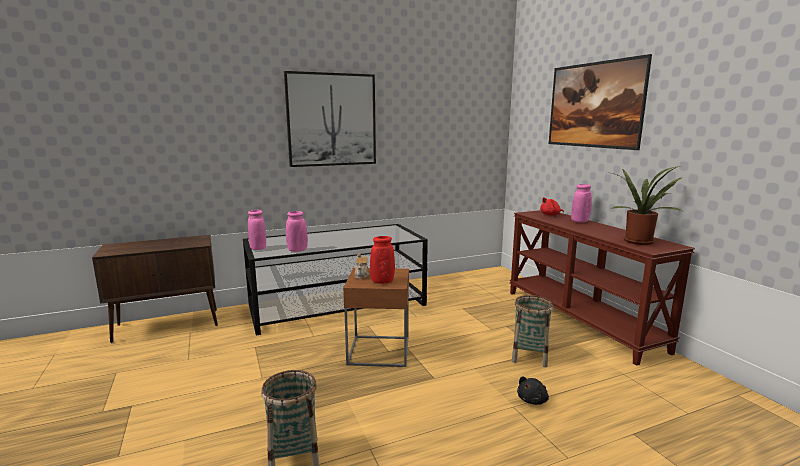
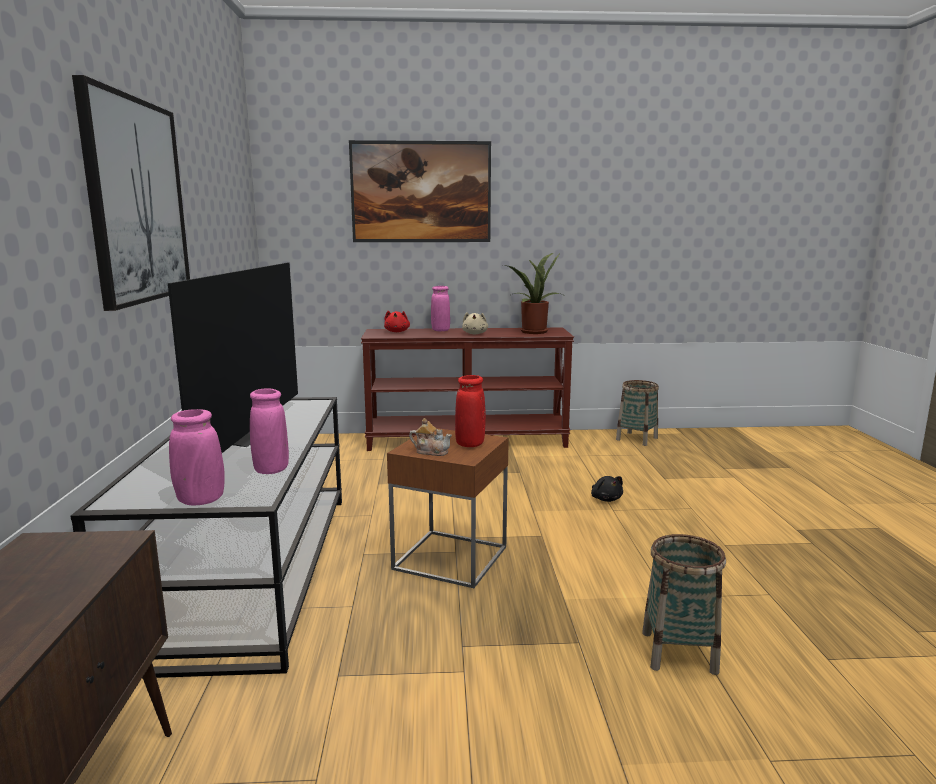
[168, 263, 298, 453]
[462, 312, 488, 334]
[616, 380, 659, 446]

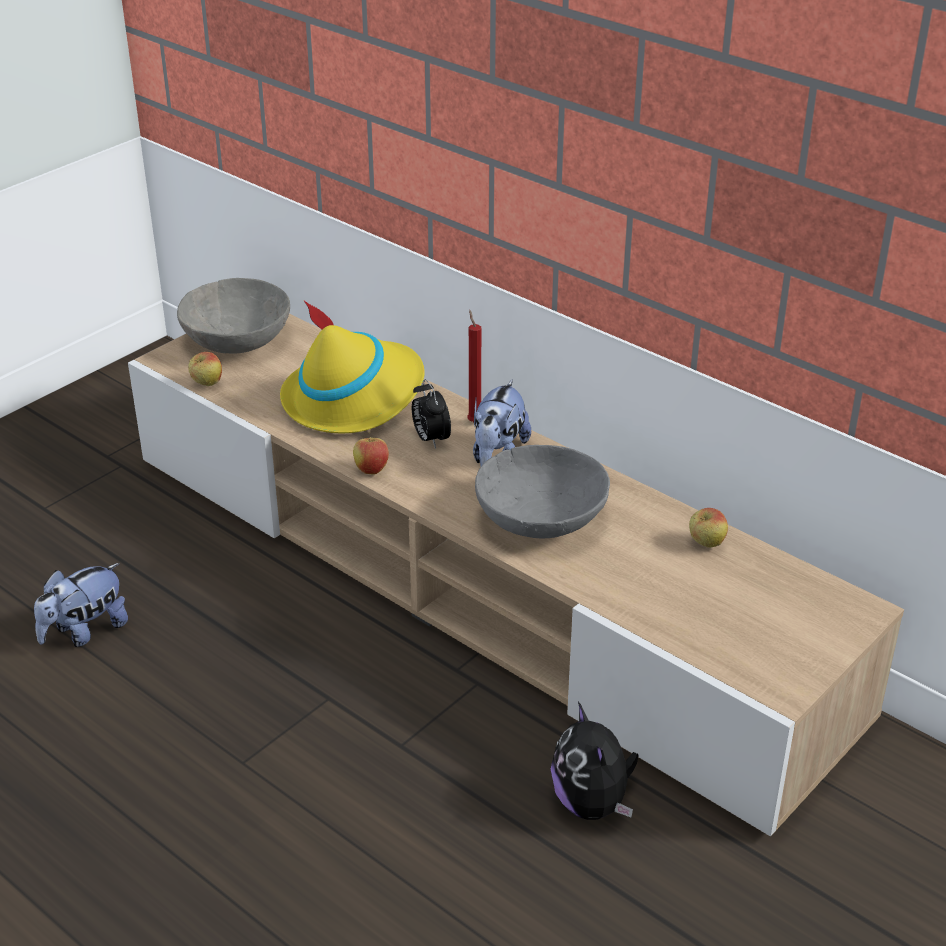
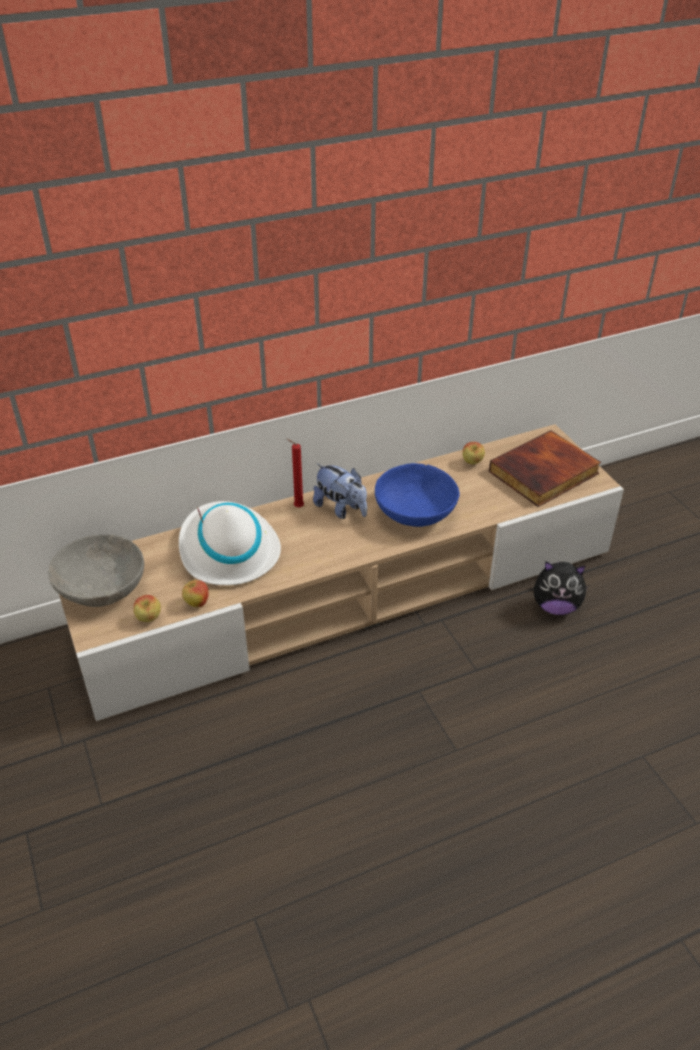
[34, 563, 128, 647] (first image)
[412, 379, 451, 449] (first image)
[489, 430, 601, 507]
[182, 580, 209, 608]
[179, 501, 281, 585]
[375, 463, 460, 527]

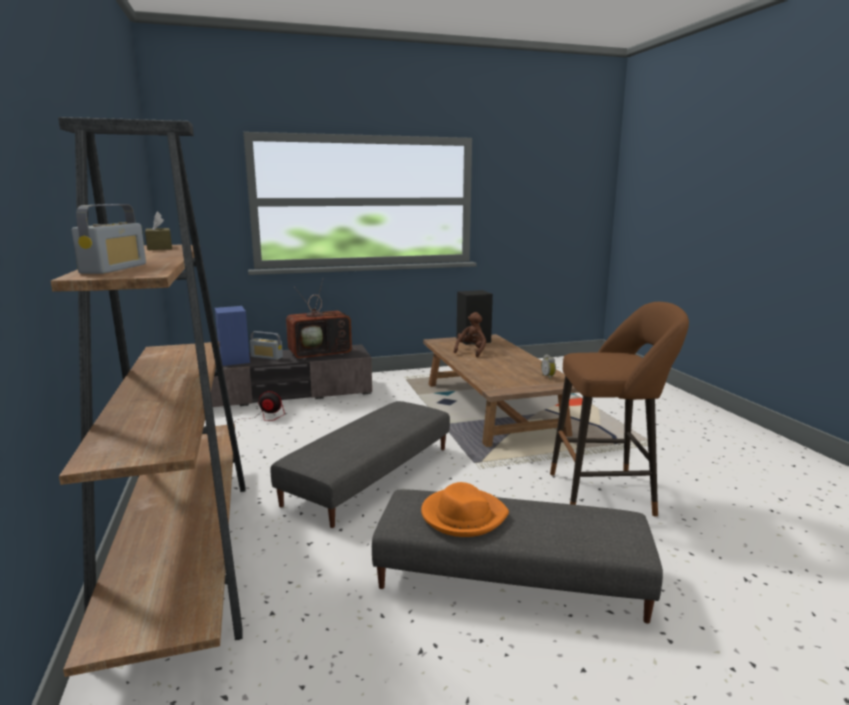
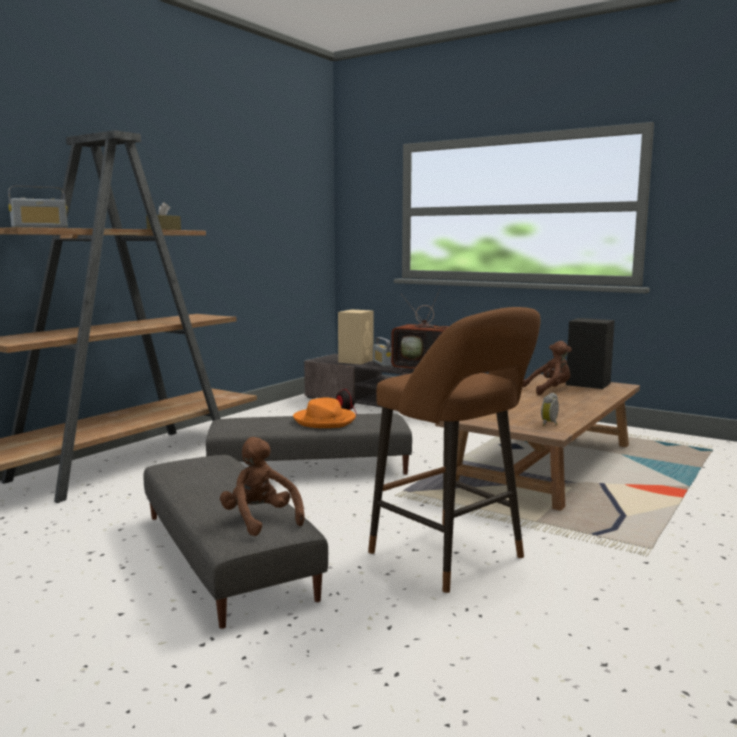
[220, 437, 305, 536]
[293, 397, 356, 428]
[338, 309, 373, 364]

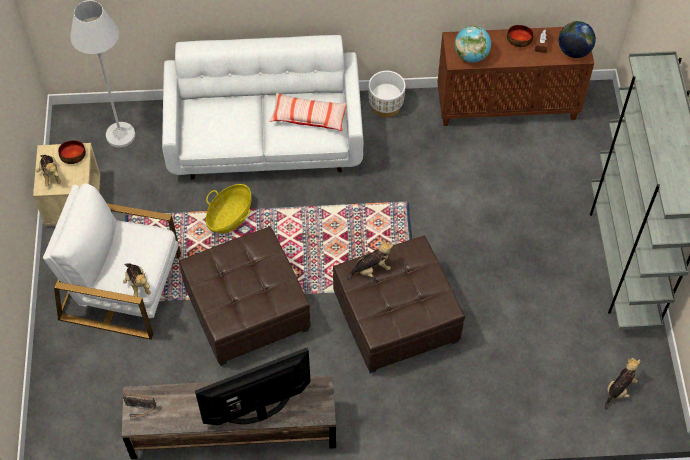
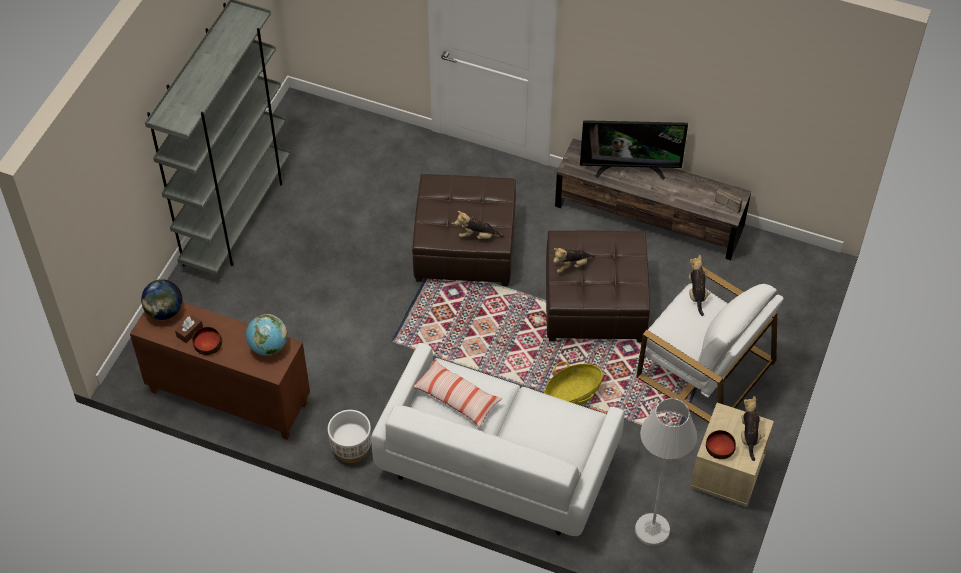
[553, 248, 595, 273]

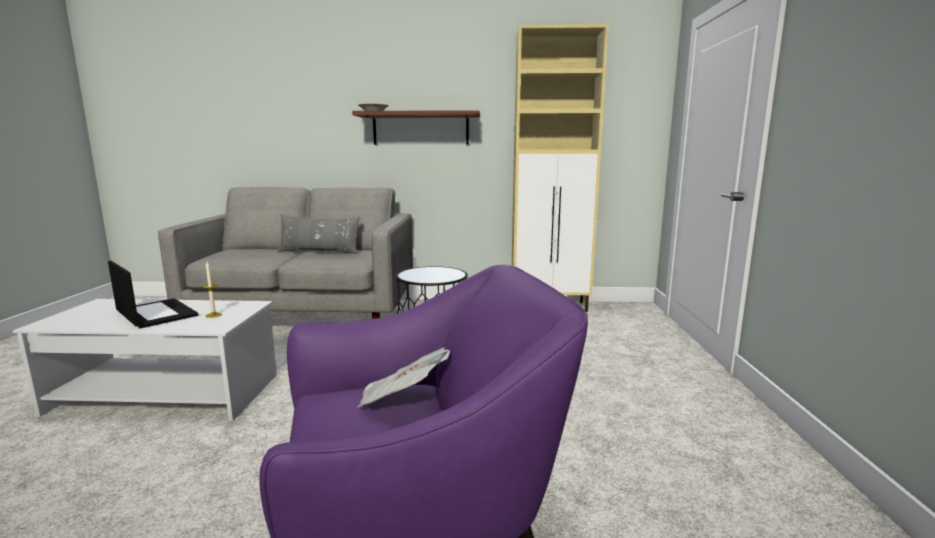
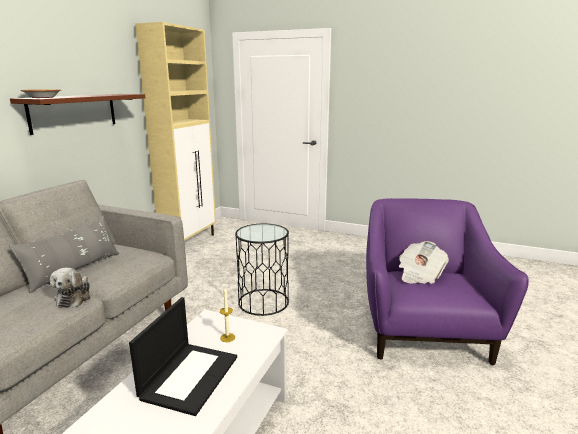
[50, 268, 91, 308]
[129, 297, 237, 416]

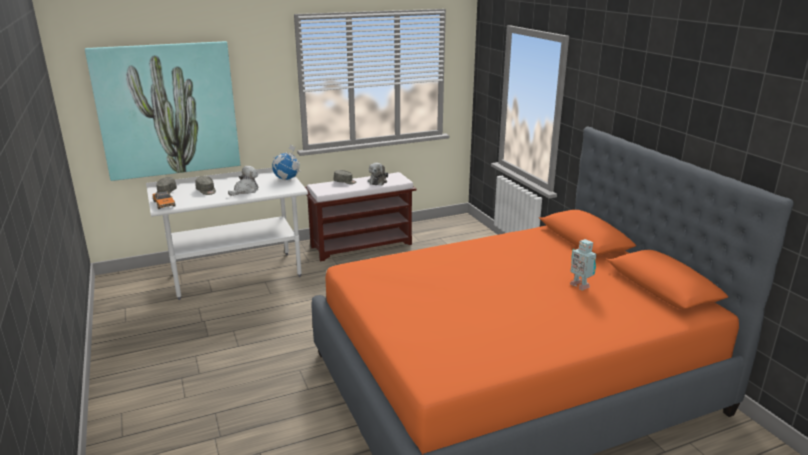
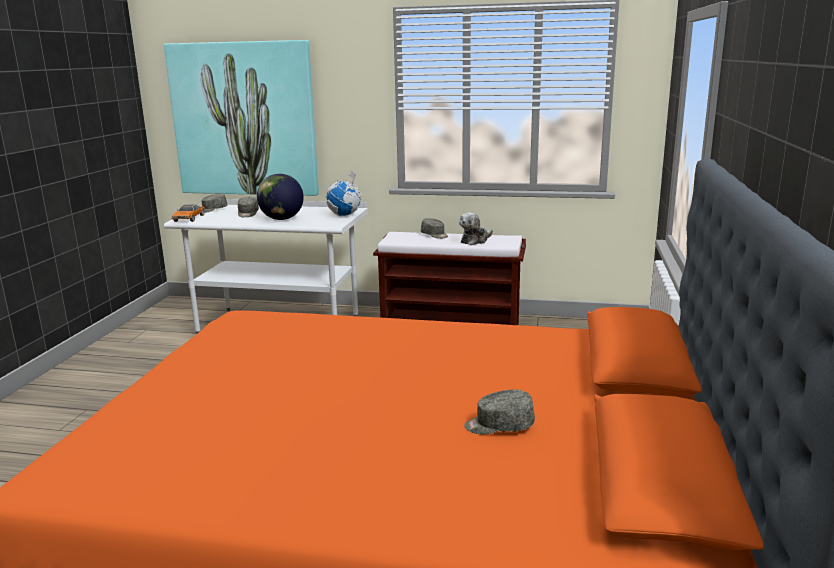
[257, 174, 304, 220]
[464, 390, 535, 434]

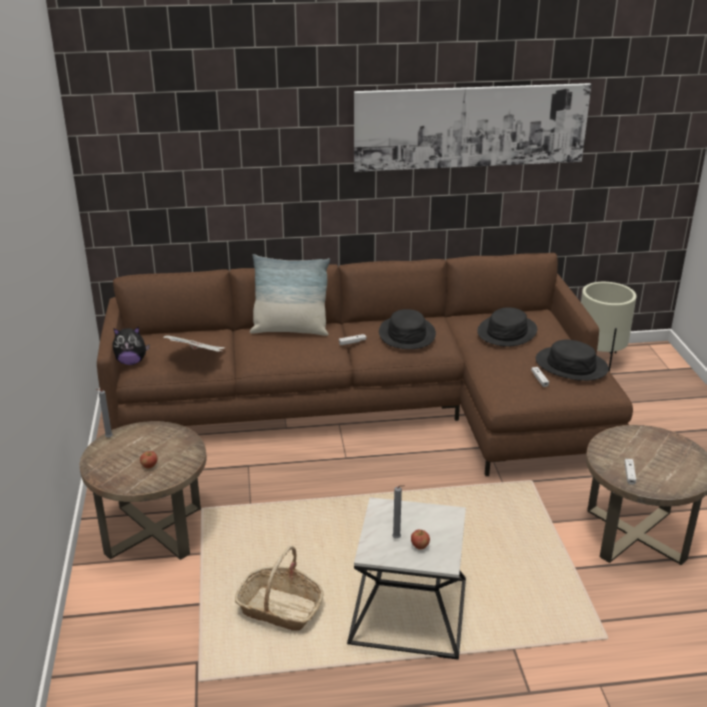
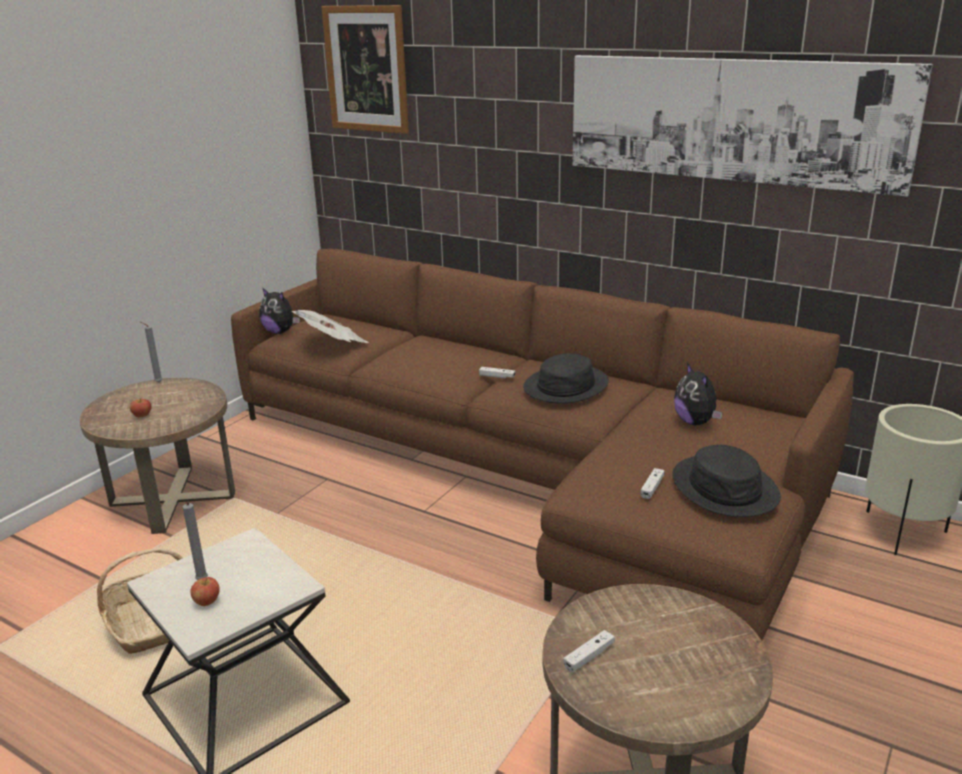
[250, 254, 330, 336] (first image)
[321, 5, 409, 134]
[674, 363, 723, 425]

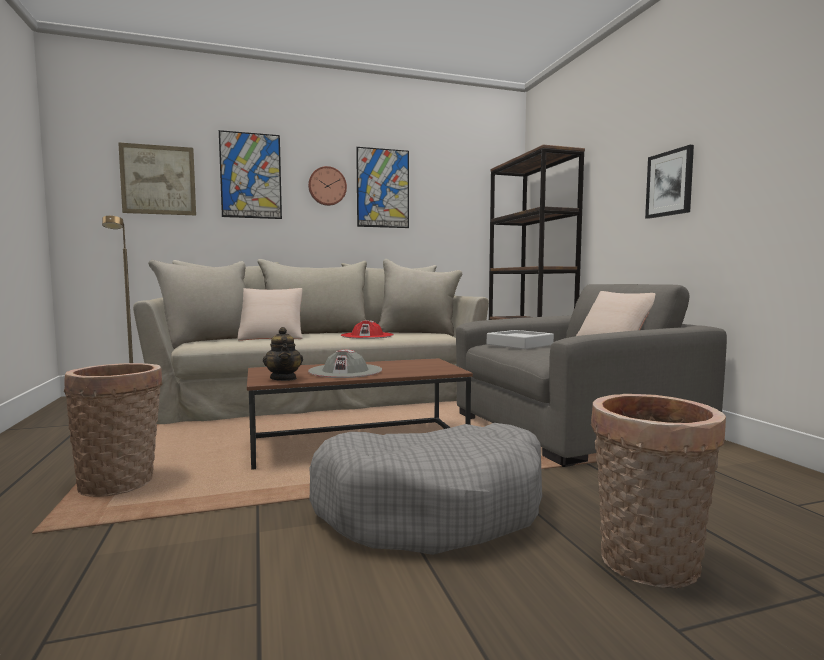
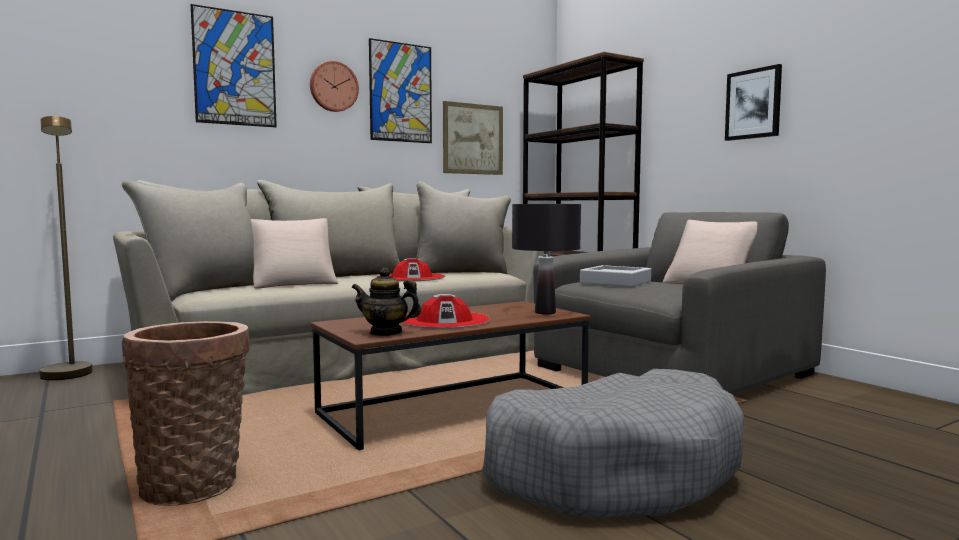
[591, 394, 726, 588] (first image)
[512, 204, 581, 314]
[443, 101, 503, 175]
[401, 294, 490, 329]
[351, 268, 421, 336]

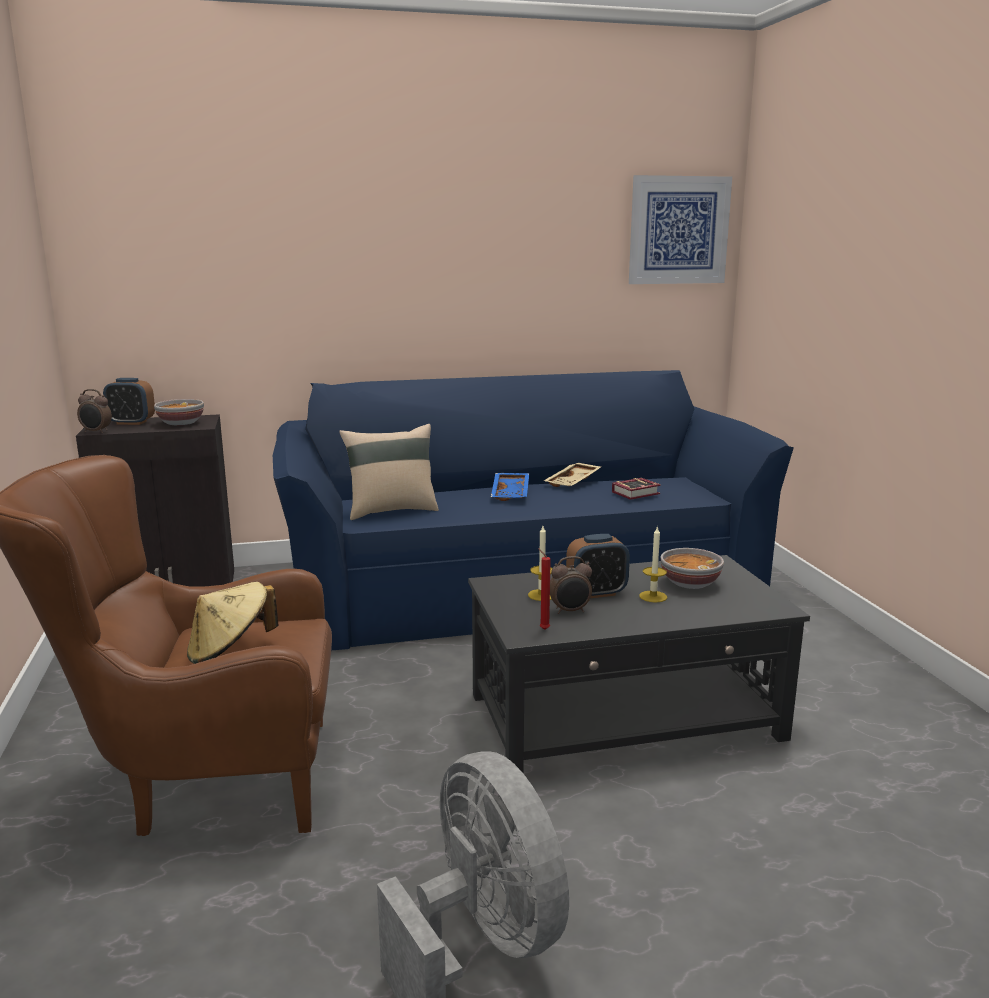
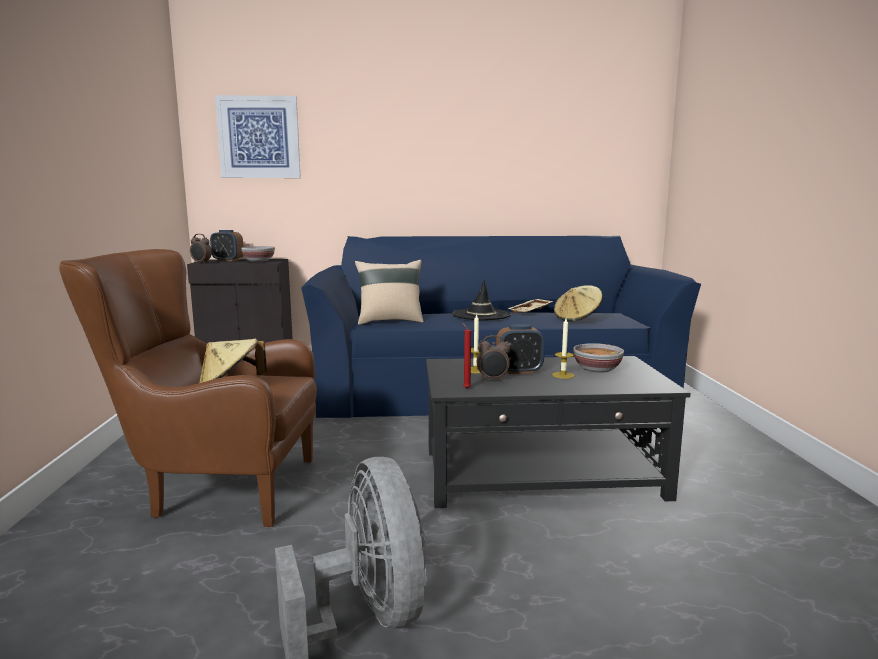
[215, 95, 301, 178]
[452, 279, 511, 320]
[554, 285, 603, 322]

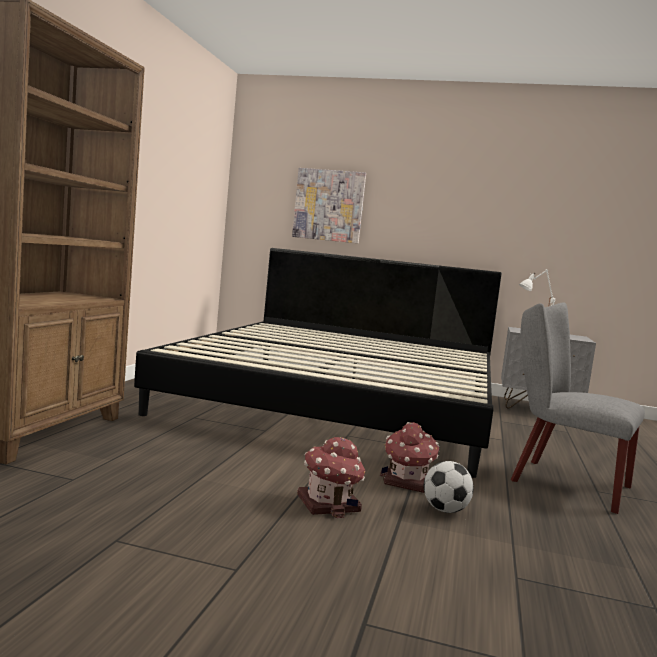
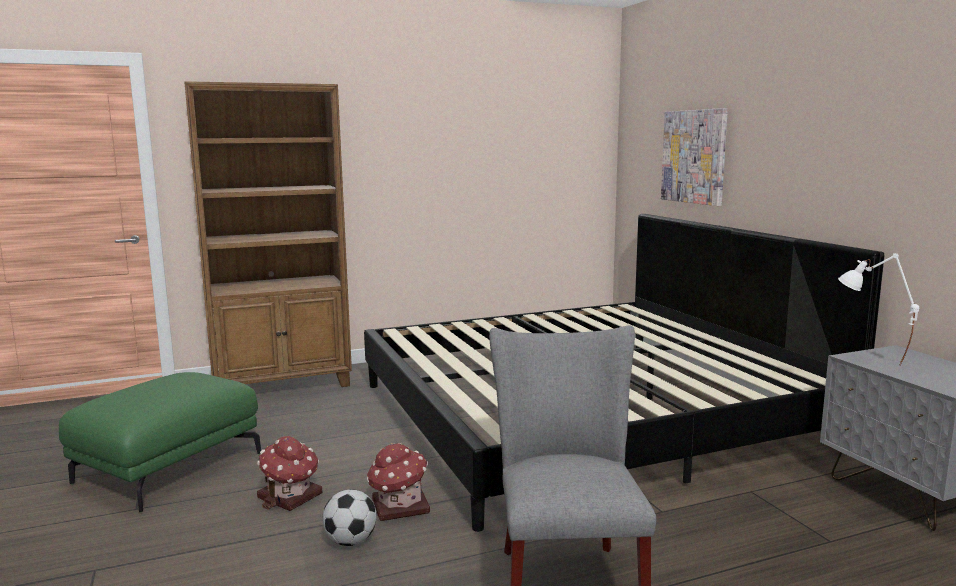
[59, 372, 261, 513]

